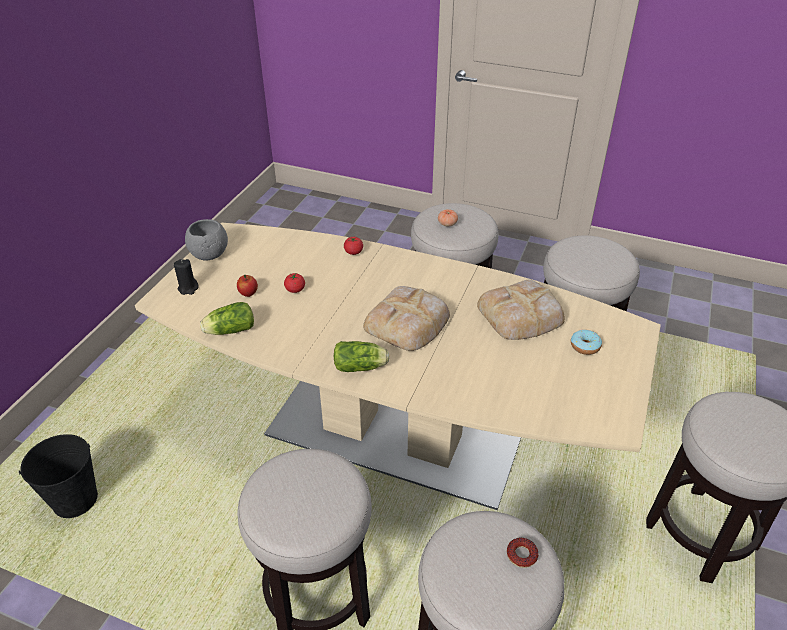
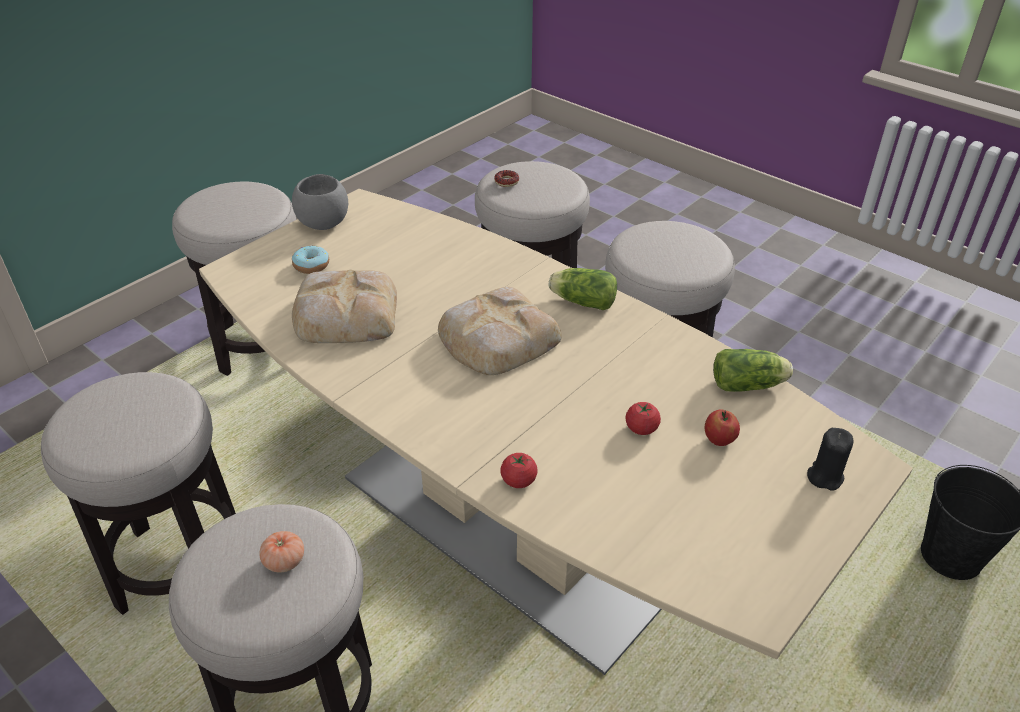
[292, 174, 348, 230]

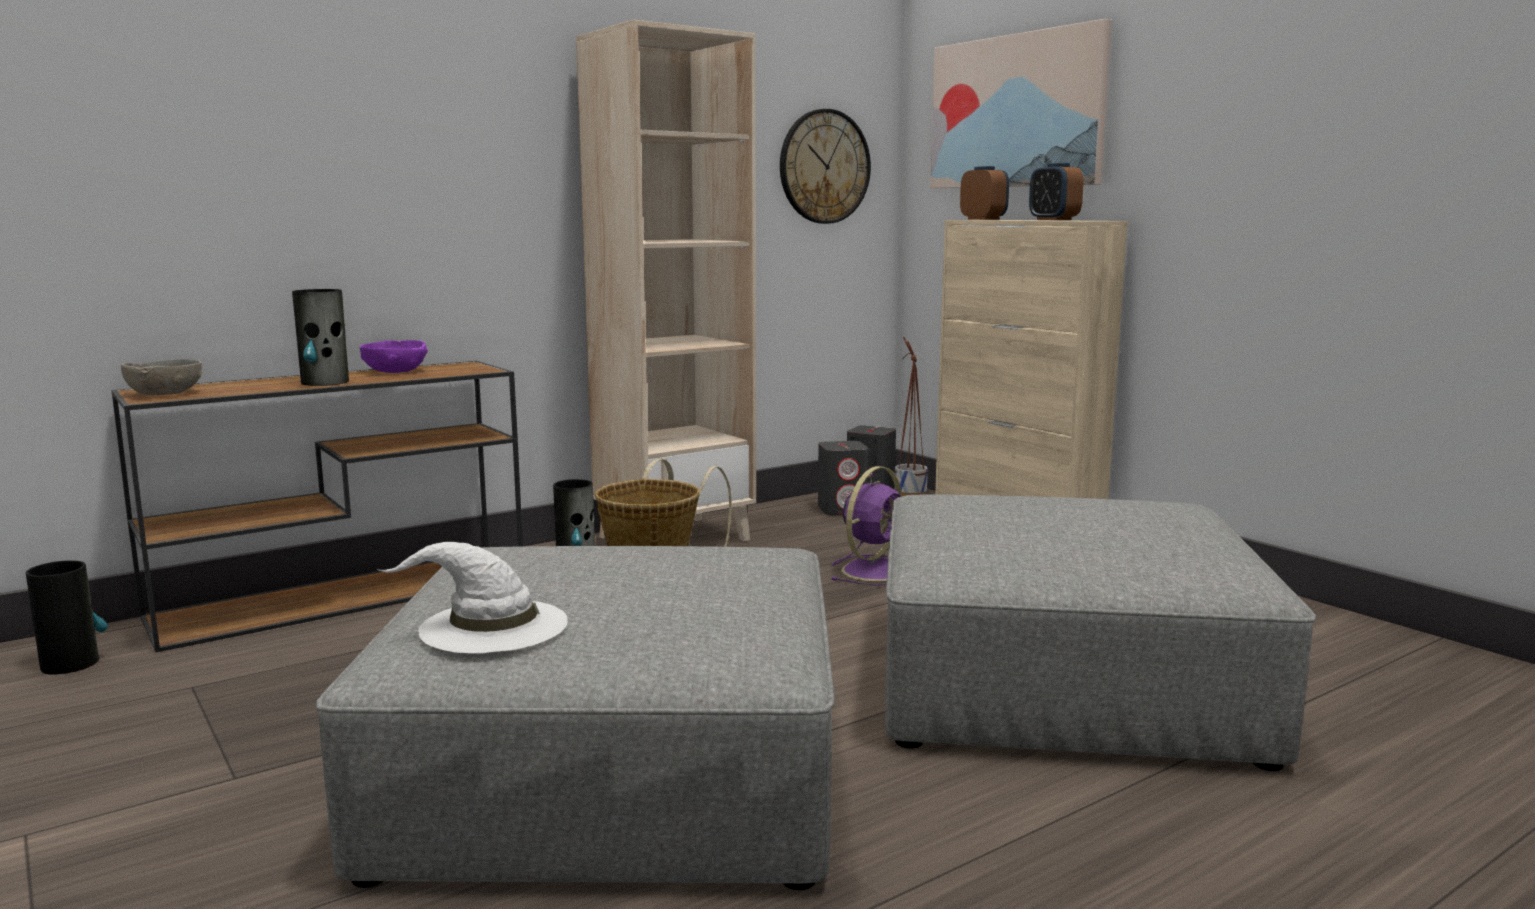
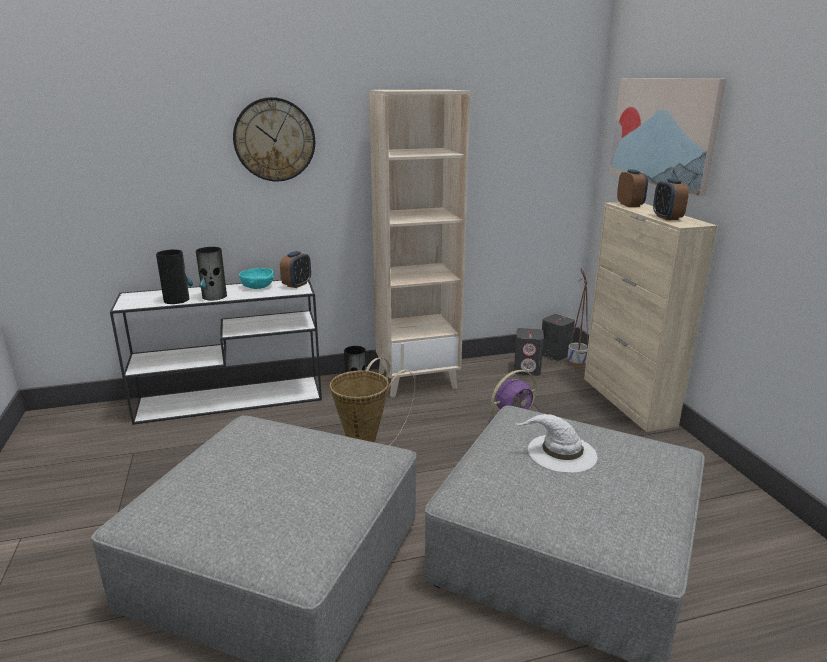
[121, 359, 202, 395] (first image)
[280, 251, 311, 288]
[156, 249, 193, 304]
[514, 414, 597, 473]
[233, 97, 315, 181]
[110, 280, 322, 425]
[239, 268, 274, 289]

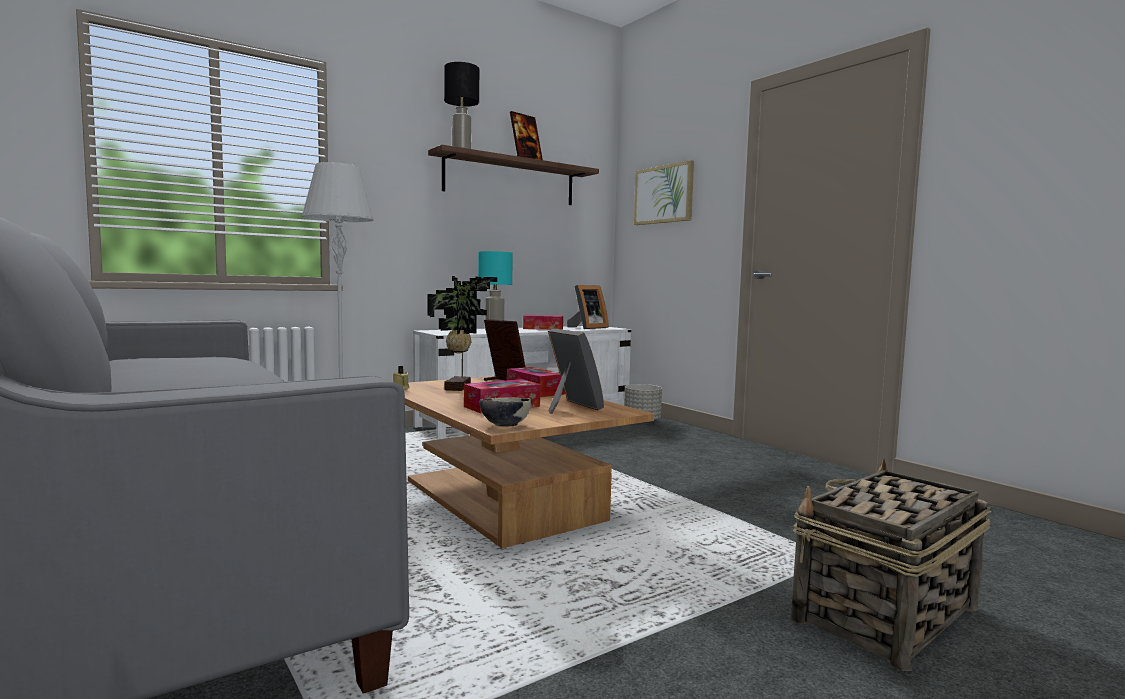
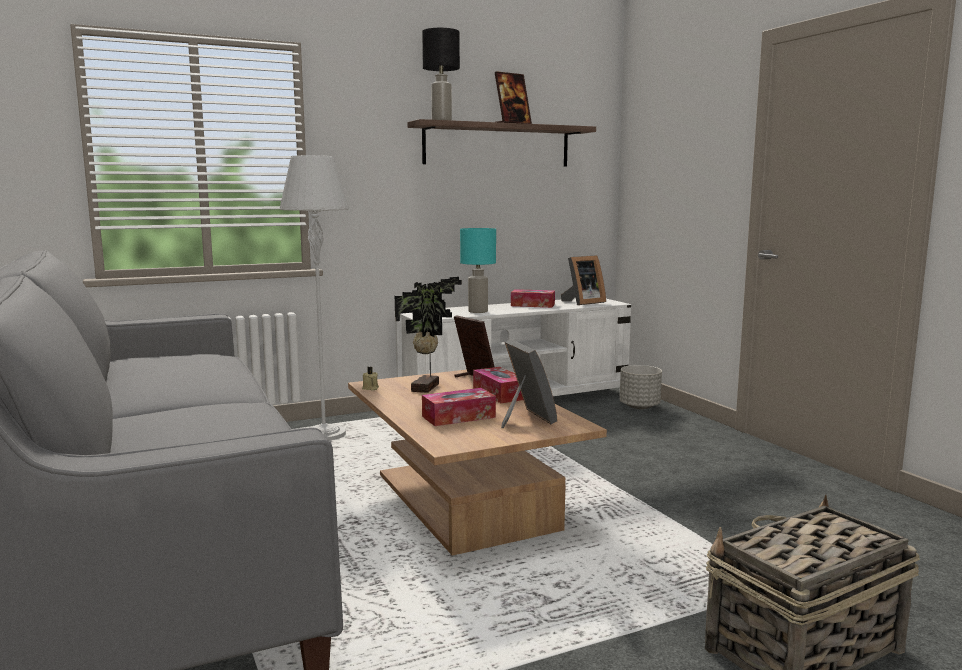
[480, 397, 531, 427] (first image)
[634, 160, 694, 225] (first image)

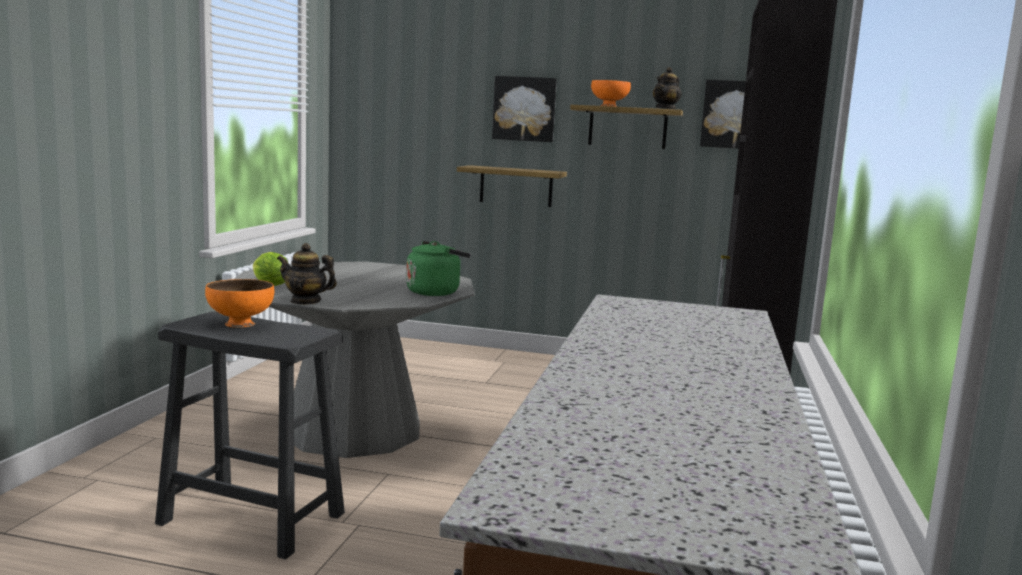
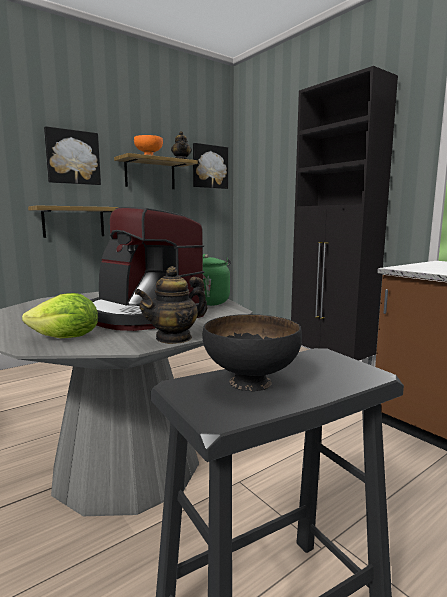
[90, 207, 207, 331]
[202, 314, 302, 391]

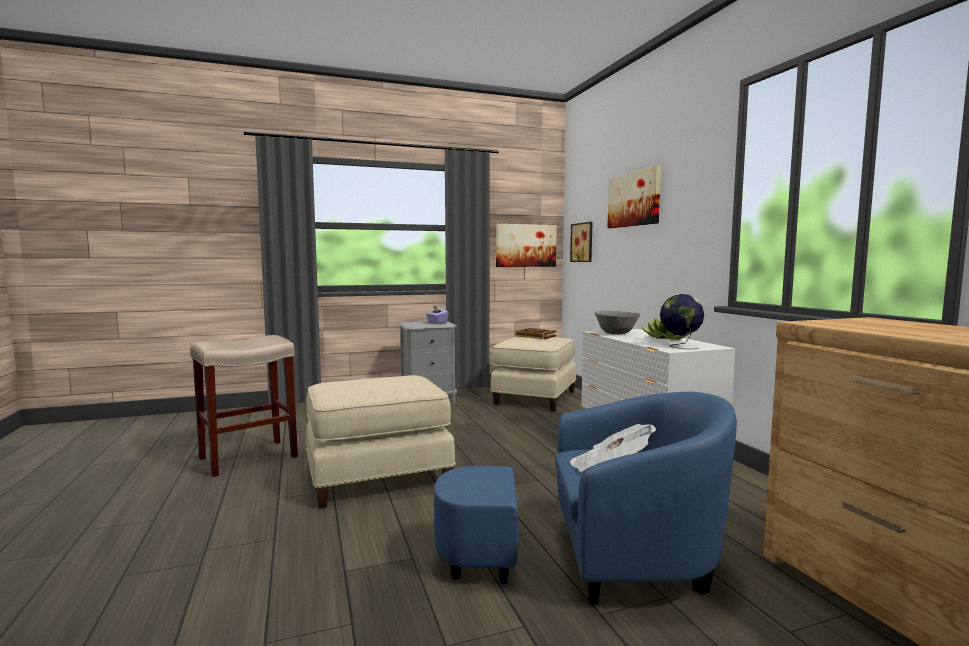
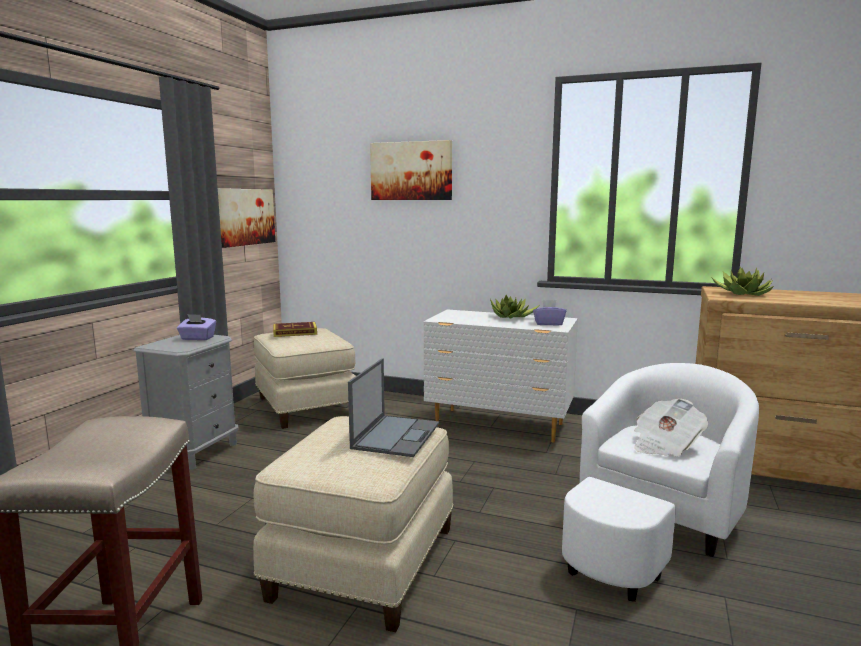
[570, 222, 592, 262] (first image)
[595, 311, 640, 335] (first image)
[348, 358, 439, 457]
[711, 266, 774, 296]
[533, 300, 566, 326]
[562, 363, 759, 602]

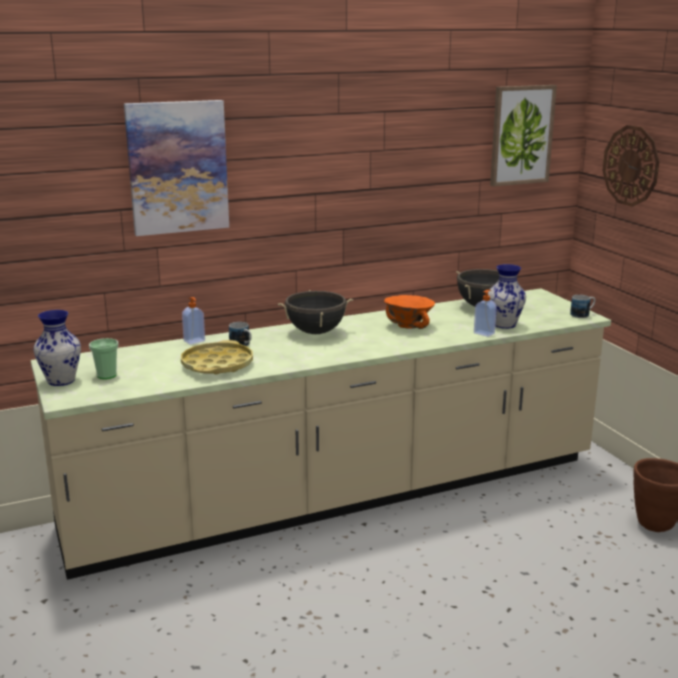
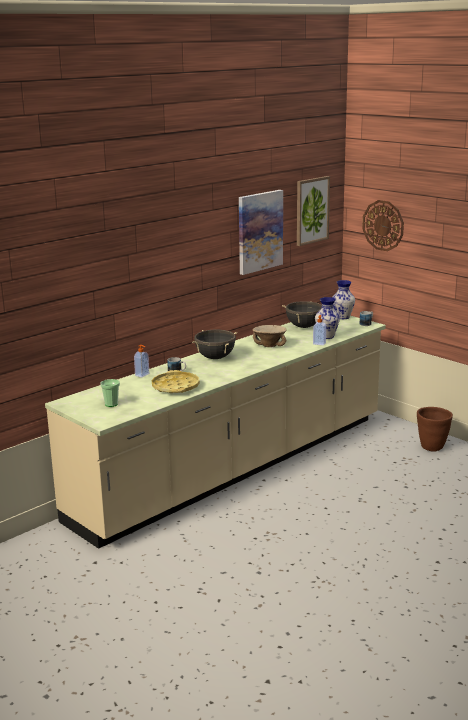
[332, 280, 355, 319]
[239, 190, 283, 275]
[253, 325, 287, 347]

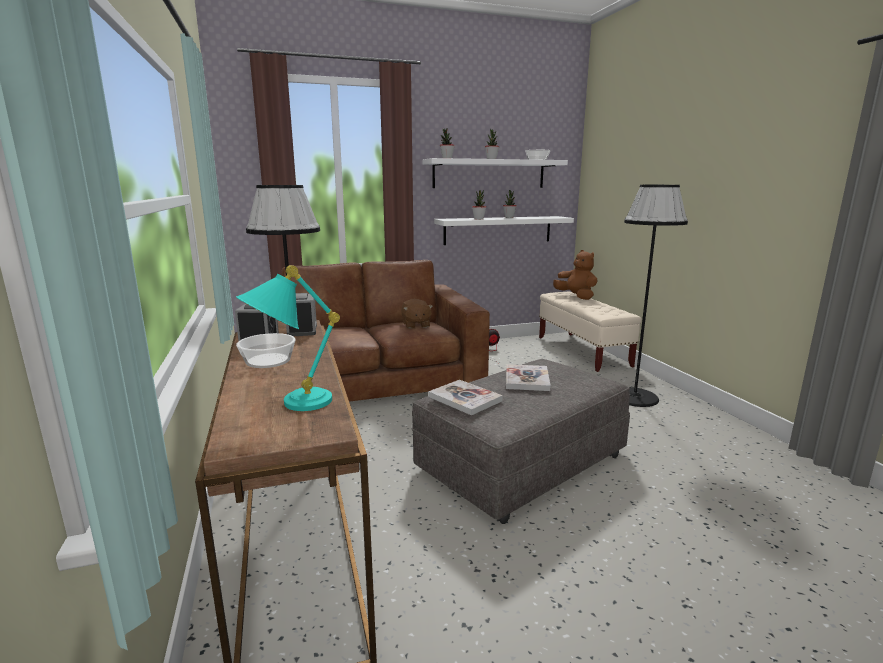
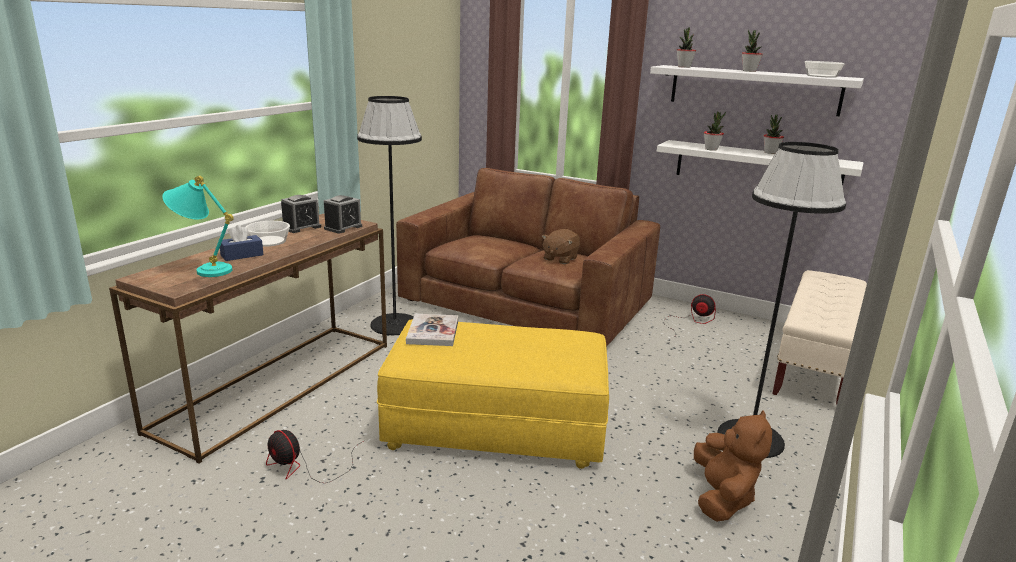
[506, 364, 551, 391] (first image)
[220, 225, 264, 261]
[266, 430, 365, 483]
[694, 410, 772, 522]
[377, 320, 609, 469]

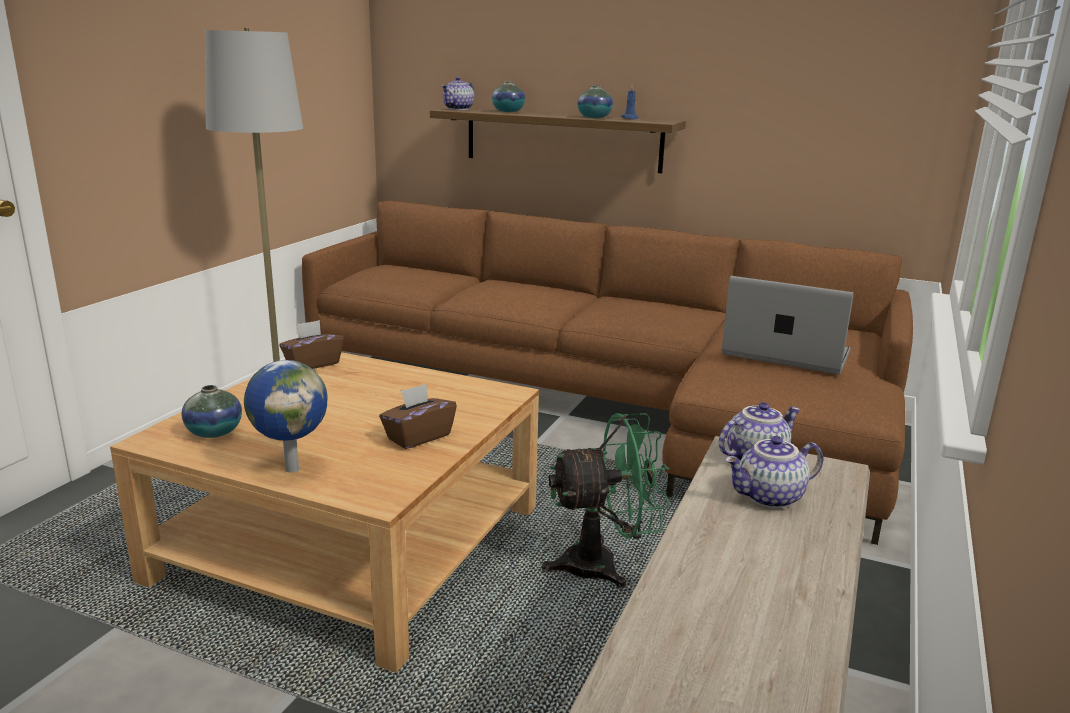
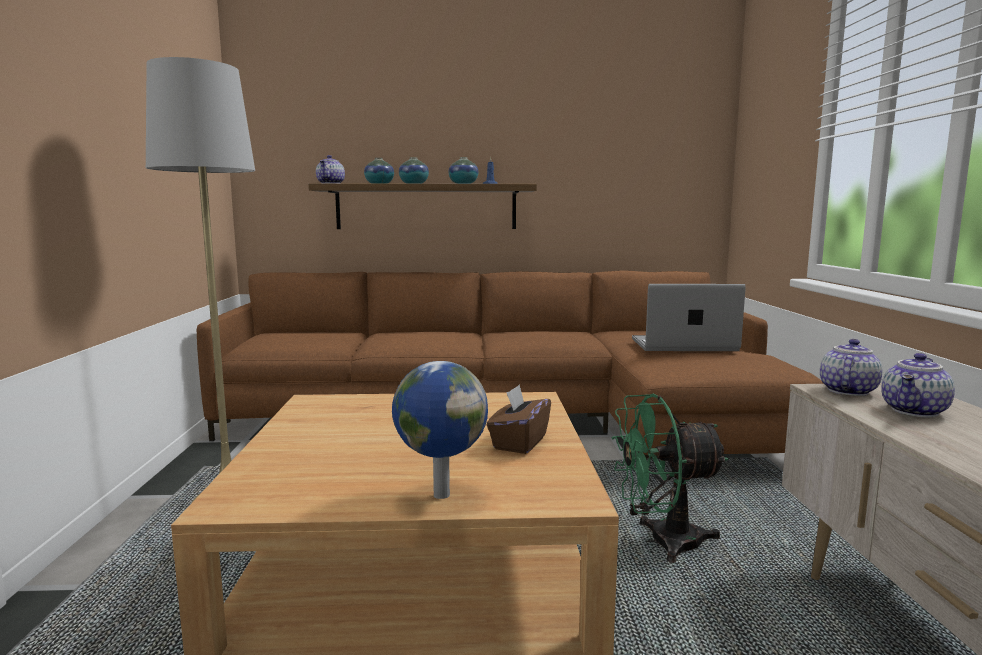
[279, 320, 344, 369] (first image)
[399, 157, 429, 184]
[612, 394, 728, 563]

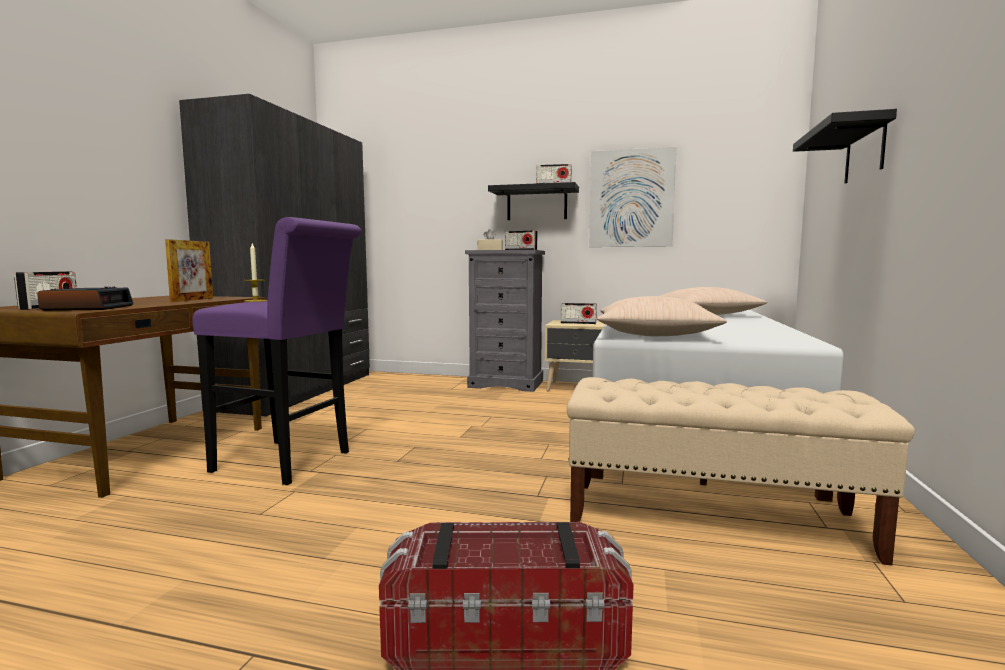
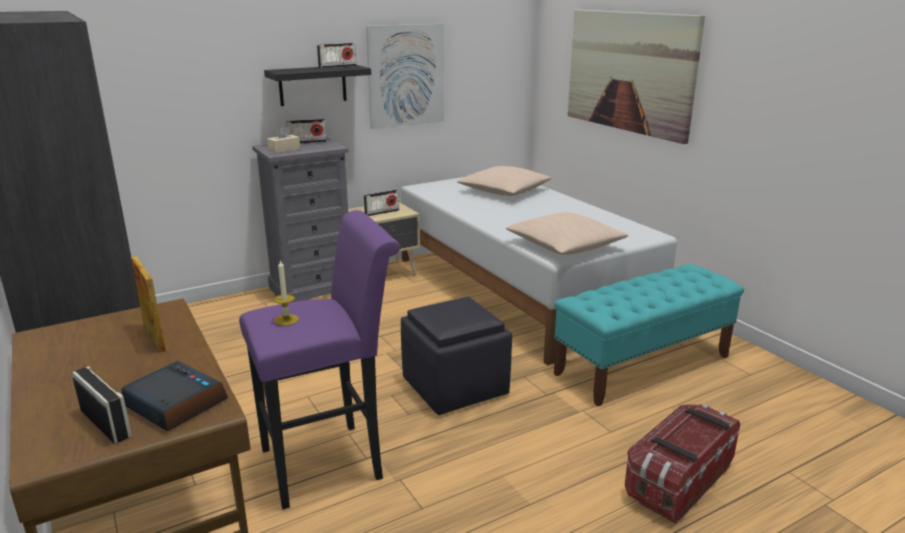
[401, 297, 512, 415]
[568, 10, 705, 144]
[554, 264, 744, 406]

